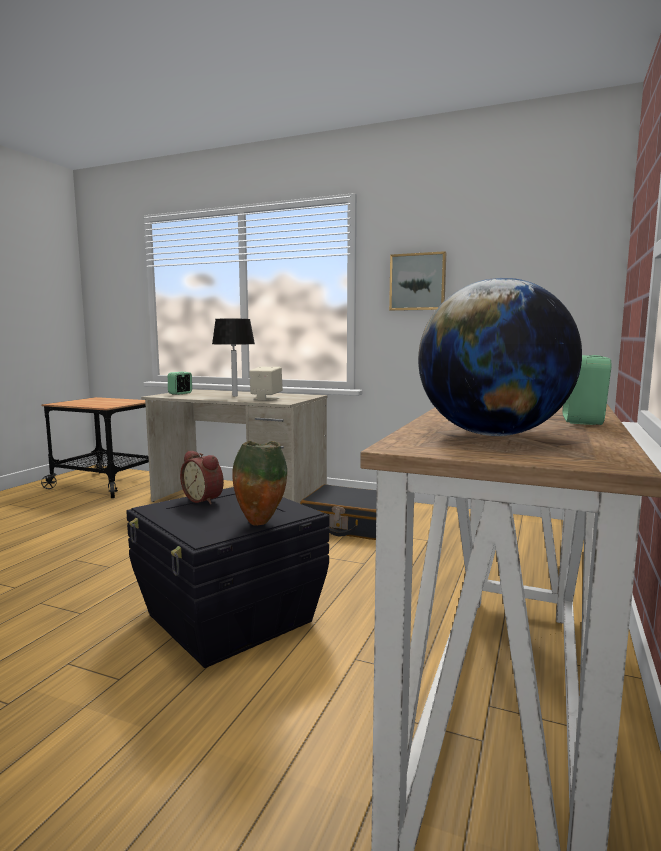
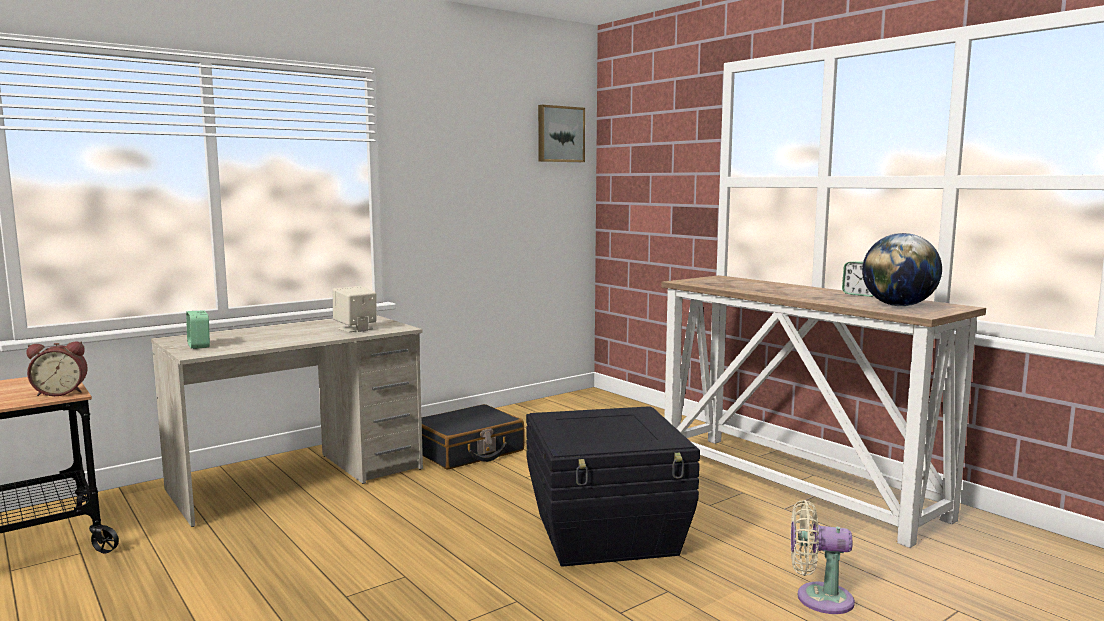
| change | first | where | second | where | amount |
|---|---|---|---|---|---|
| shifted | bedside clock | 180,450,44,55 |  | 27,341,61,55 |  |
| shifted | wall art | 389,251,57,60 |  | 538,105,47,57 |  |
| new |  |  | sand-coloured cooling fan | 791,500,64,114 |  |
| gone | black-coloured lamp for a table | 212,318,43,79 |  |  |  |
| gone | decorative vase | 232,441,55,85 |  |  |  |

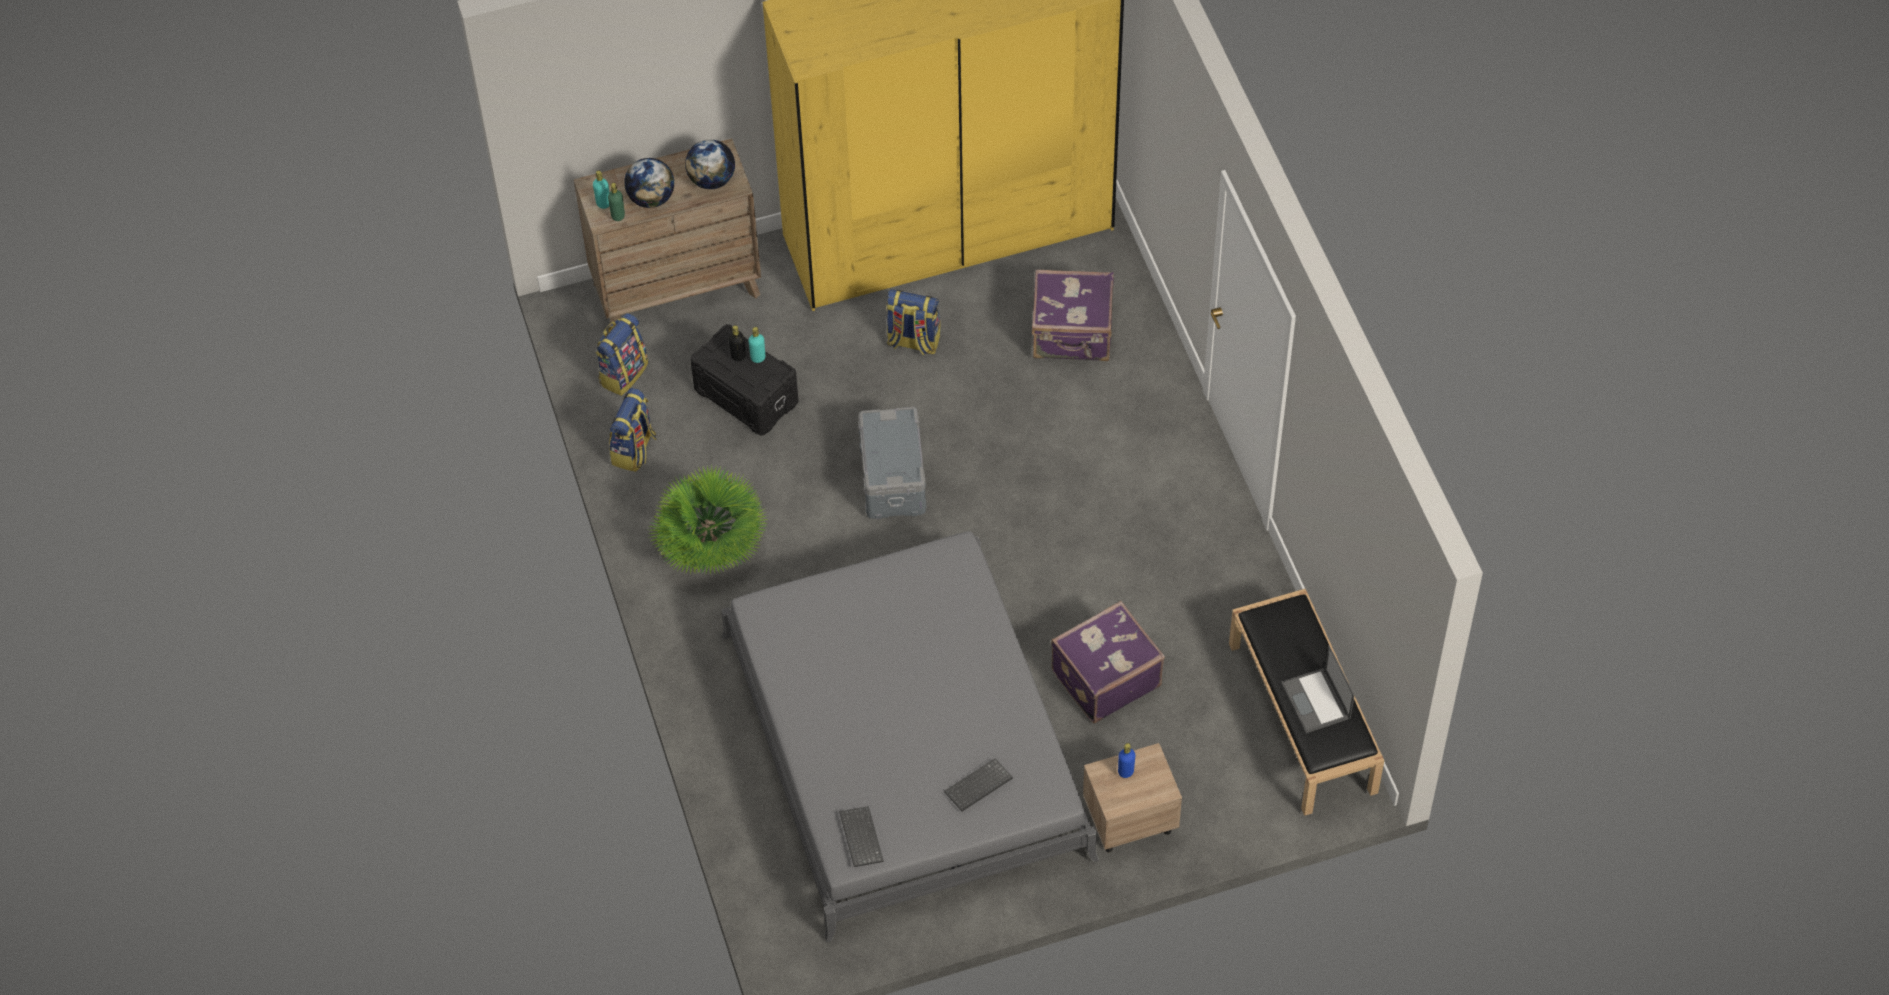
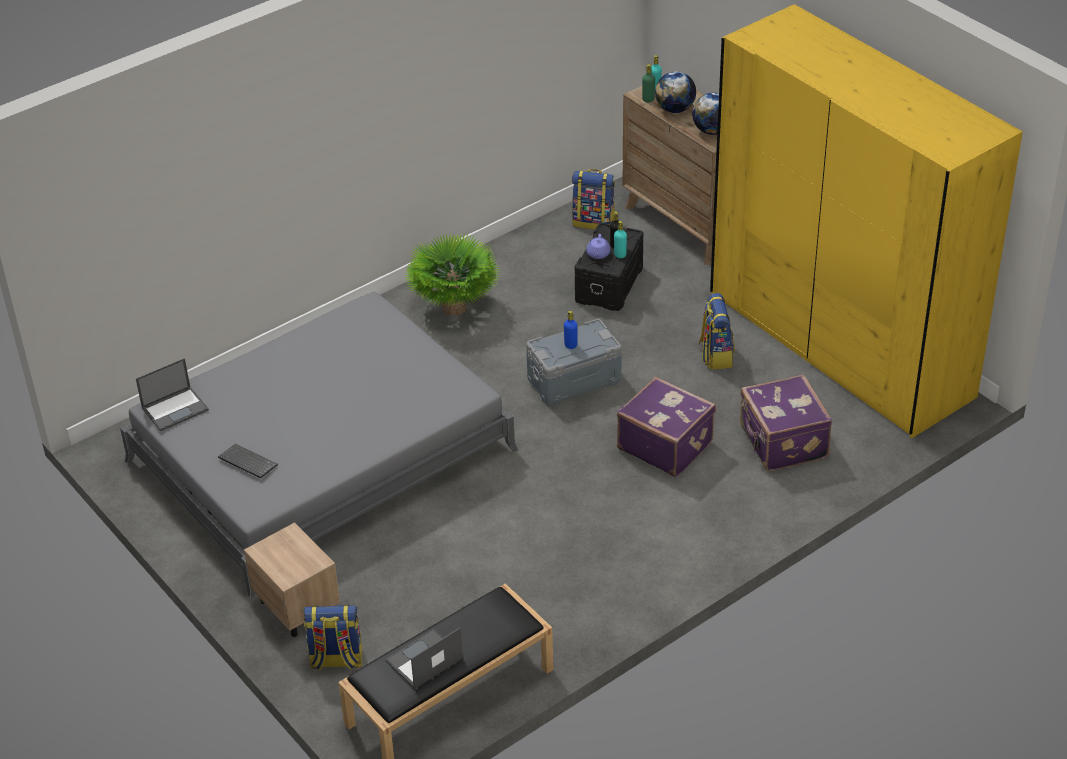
| change | first | where | second | where | amount |
|---|---|---|---|---|---|
| swapped | keyboard | 839,806,45,61 | notebook computer | 136,358,73,73 |  |
| shifted | rucksack | 609,388,48,84 |  | 304,605,58,66 |  |
| shifted | blue bottle | 1118,743,17,35 |  | 564,311,14,38 |  |
| new |  |  | purplish pot for tea | 587,234,23,25 |  |
| shifted | purplish travel case | 1051,601,114,122 |  | 617,376,99,101 |  |

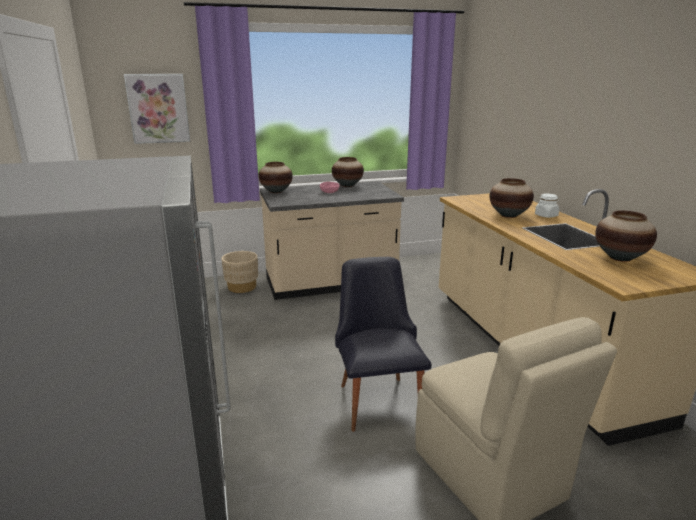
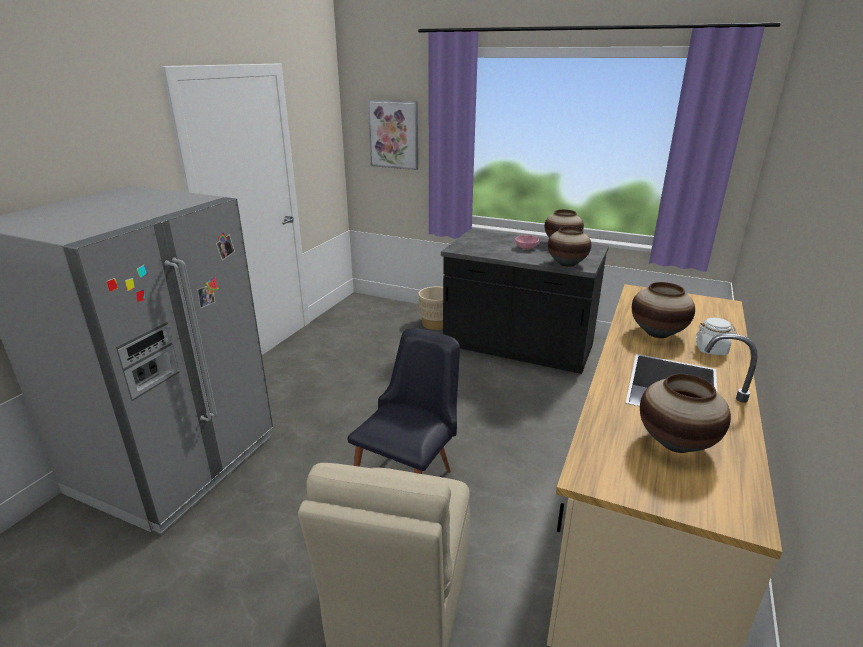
| change | first | where | second | where | amount |
|---|---|---|---|---|---|
| repainted | sand-coloured kitchen counter | 260,182,144,118 | black-coloured kitchen counter | 441,229,168,145 |  |
| shifted | decorative vase | 258,162,35,31 |  | 548,226,43,41 |  |

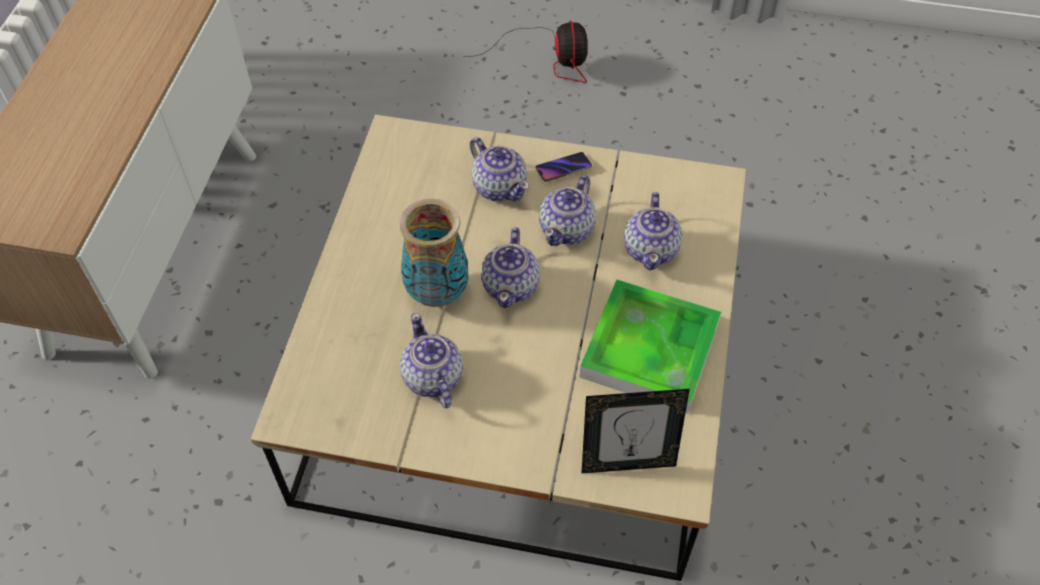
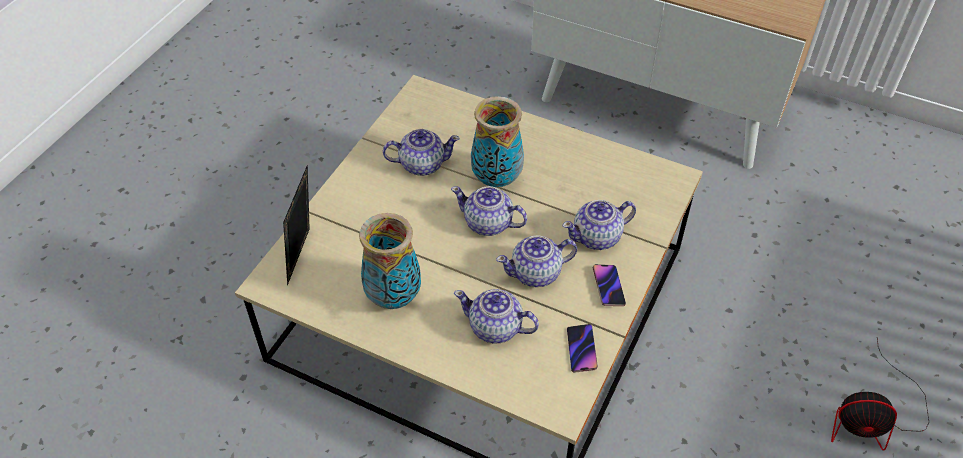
| change | first | where | second | where | amount |
|---|---|---|---|---|---|
| swapped | tray | 580,279,142,134 | decorative vase | 359,213,62,96 |  |
| rotated | pot for tea | 539,175,57,71 |  | 496,235,81,52 | 60 degrees counterclockwise |
| new |  |  | phone | 567,324,31,49 |  |

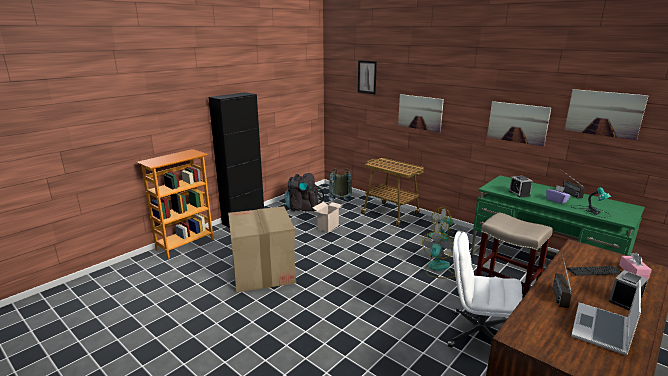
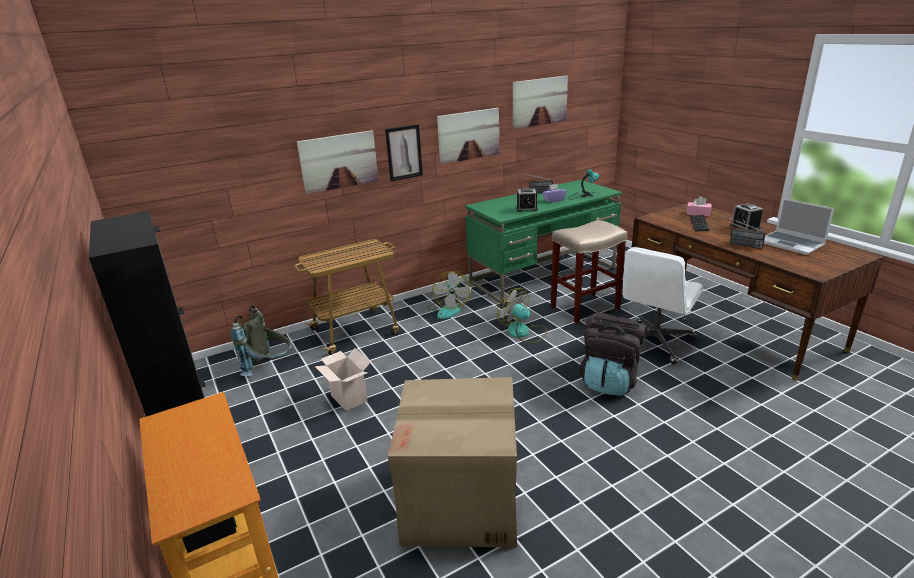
| change | first | where | second | where | amount |
|---|---|---|---|---|---|
| shifted | wall art | 358,60,19,34 |  | 385,124,38,57 |  |
| shifted | black-coloured rucksack | 284,173,40,39 |  | 579,313,68,83 |  |

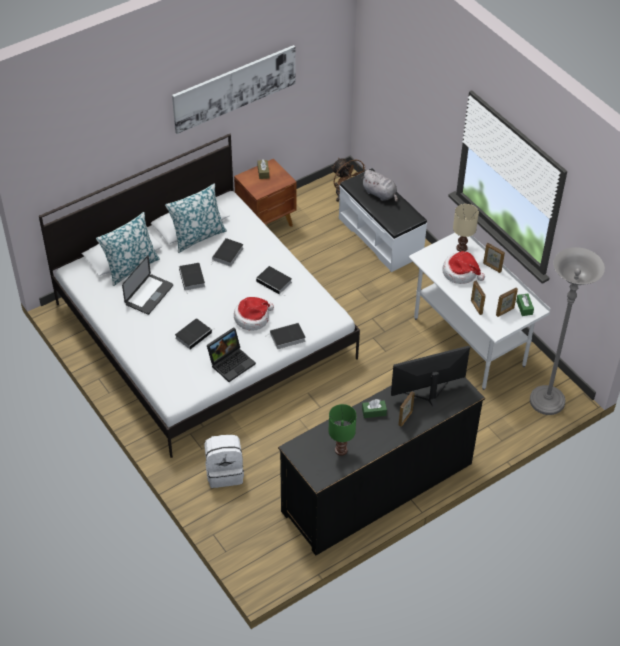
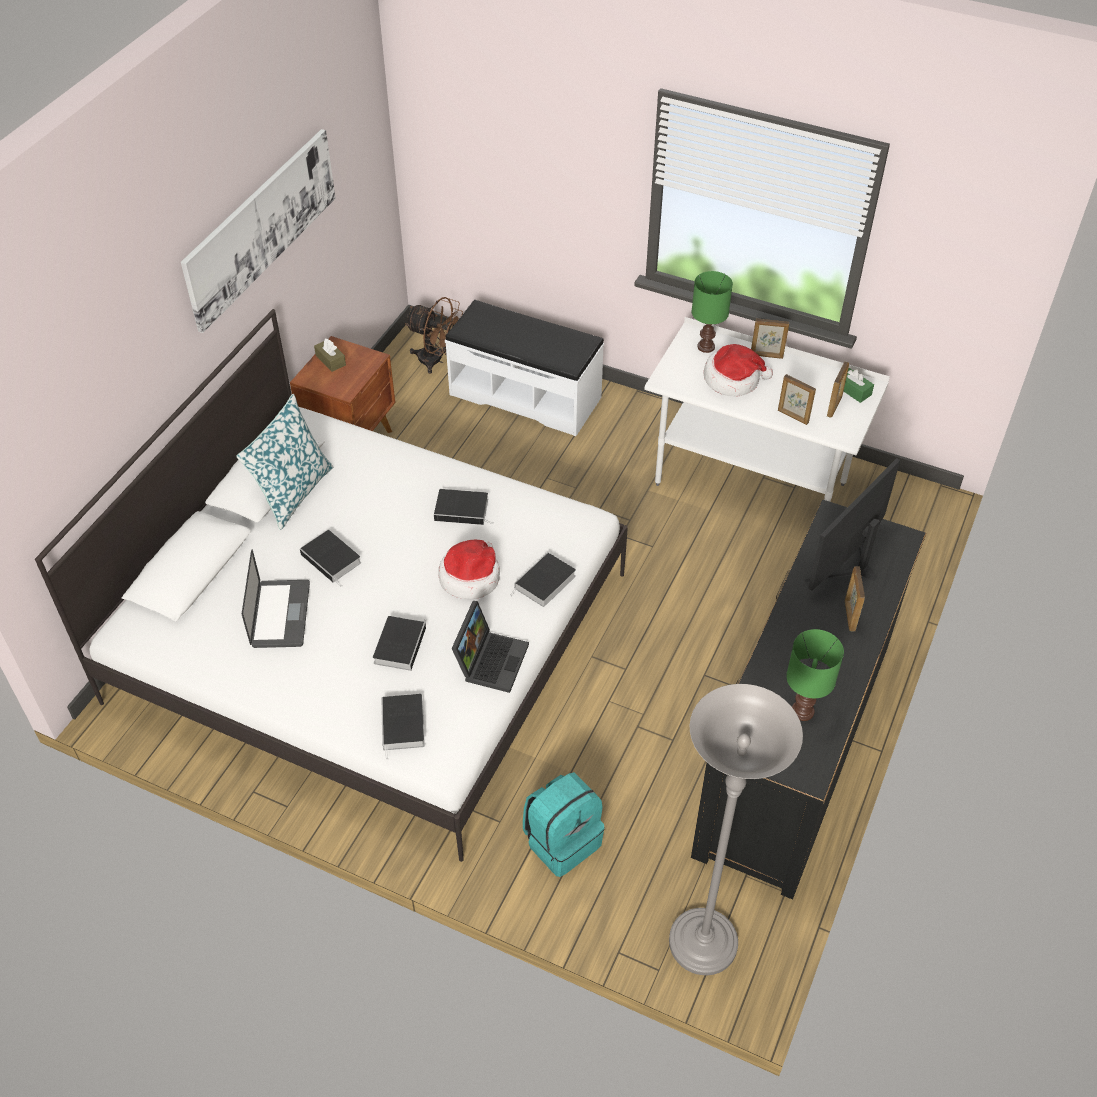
| change | first | where | second | where | amount |
|---|---|---|---|---|---|
| shifted | book | 211,238,33,29 |  | 381,694,44,66 |  |
| repainted | white rucksack | 204,435,40,53 | turquoise rucksack | 523,772,81,105 |  |
| shifted | greyish standard lamp | 530,247,75,168 |  | 669,684,134,291 |  |
| repainted | sand-coloured lamp for a table | 453,204,26,48 | greenish lamp for a table | 692,271,41,82 |  |
| gone | pillow | 96,212,64,74 |  |  |  |
| gone | greyish cuddly toy | 361,170,37,32 |  |  |  |
| gone | greenish box of tissues | 362,399,25,19 |  |  |  |

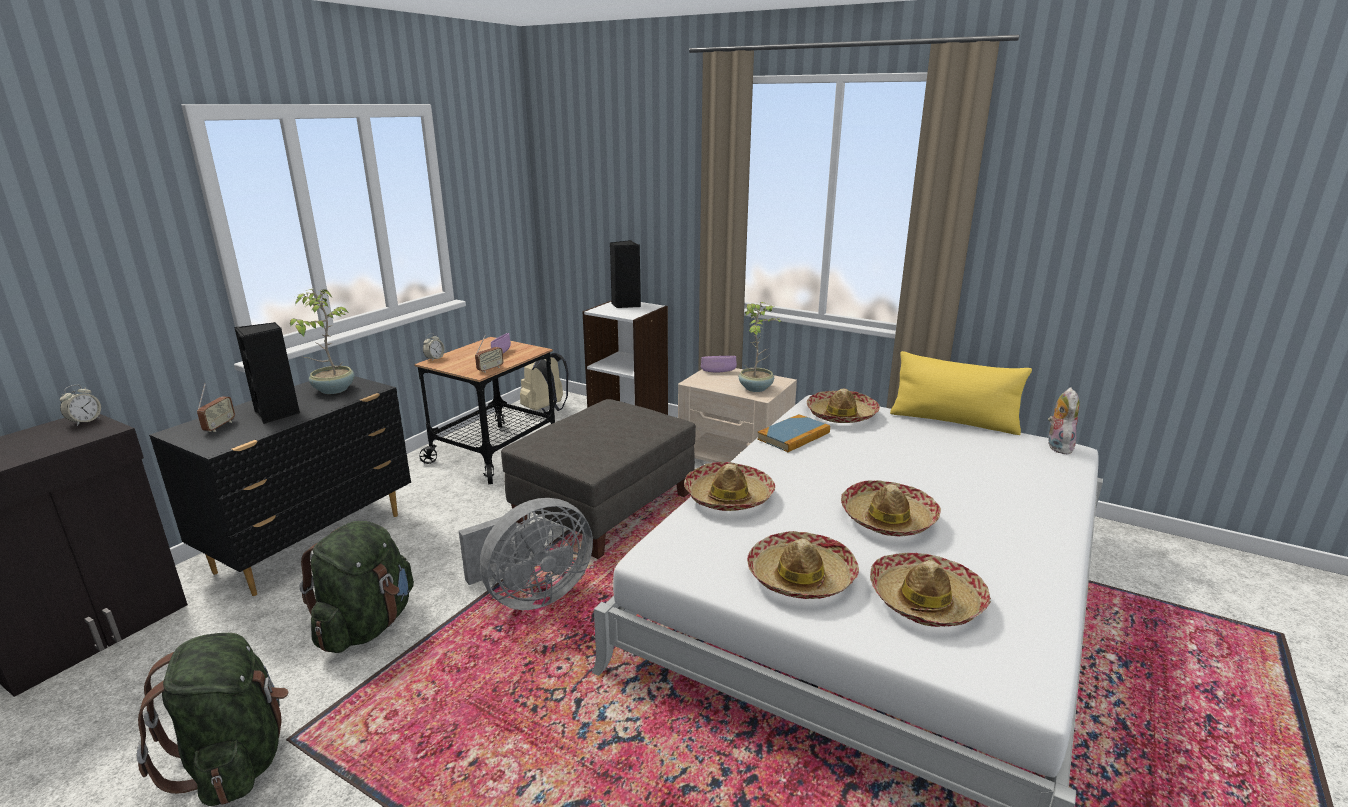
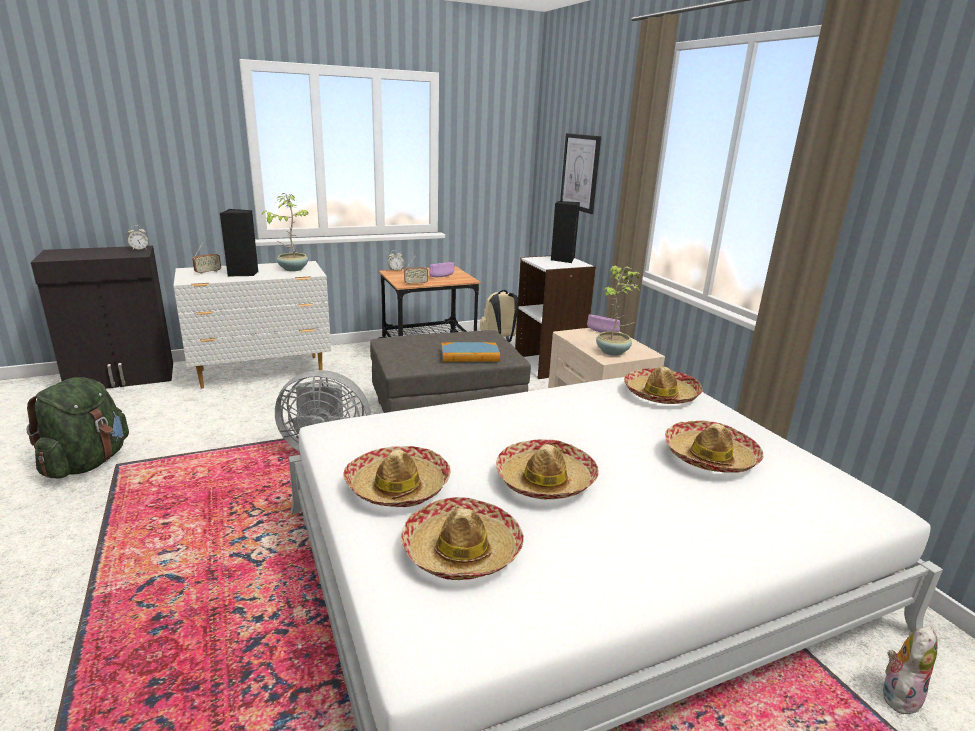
| change | first | where | second | where | amount |
|---|---|---|---|---|---|
| repainted | black-coloured drawer chest | 149,376,262,220 | white drawer chest | 174,261,157,128 |  |
| shifted | book | 757,414,73,38 |  | 441,342,59,20 |  |
| new |  |  | wall art | 560,133,41,81 |  |
| shifted | clothing hat | 684,462,91,49 |  | 665,420,99,53 |  |
| shifted | cuddly toy | 1048,387,31,67 |  | 883,626,55,91 |  |
| gone | greenish rucksack | 300,521,114,132 |  |  |  |
| gone | yellowish pillow | 890,351,142,84 |  |  |  |

